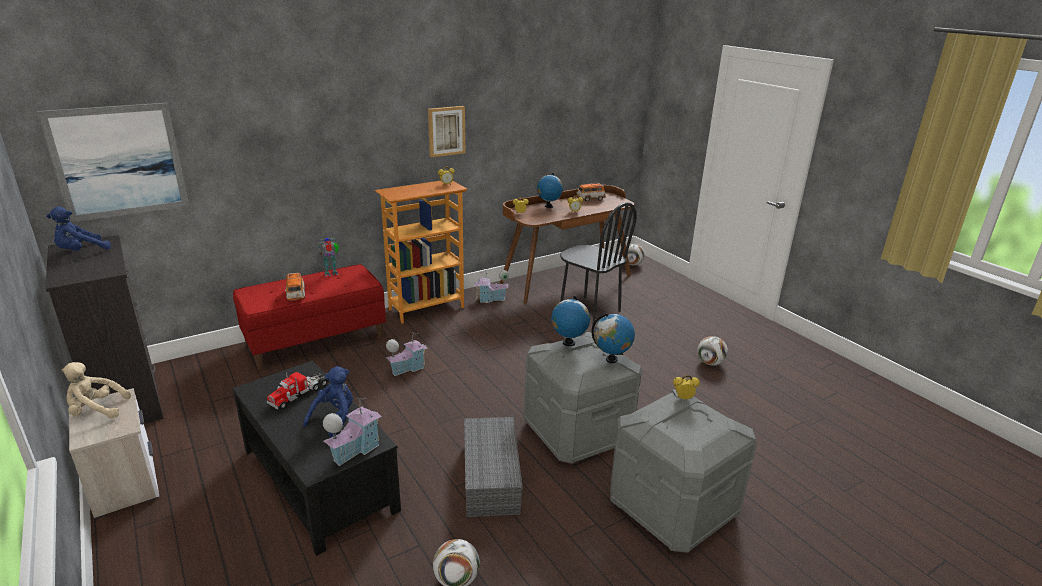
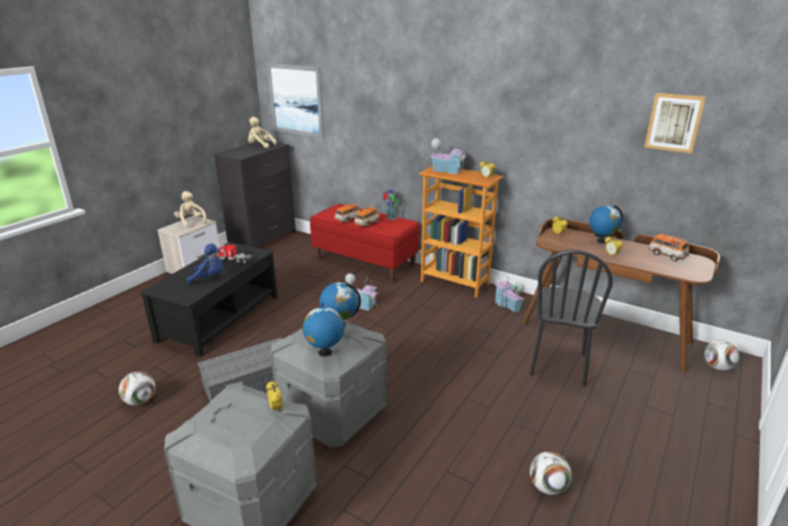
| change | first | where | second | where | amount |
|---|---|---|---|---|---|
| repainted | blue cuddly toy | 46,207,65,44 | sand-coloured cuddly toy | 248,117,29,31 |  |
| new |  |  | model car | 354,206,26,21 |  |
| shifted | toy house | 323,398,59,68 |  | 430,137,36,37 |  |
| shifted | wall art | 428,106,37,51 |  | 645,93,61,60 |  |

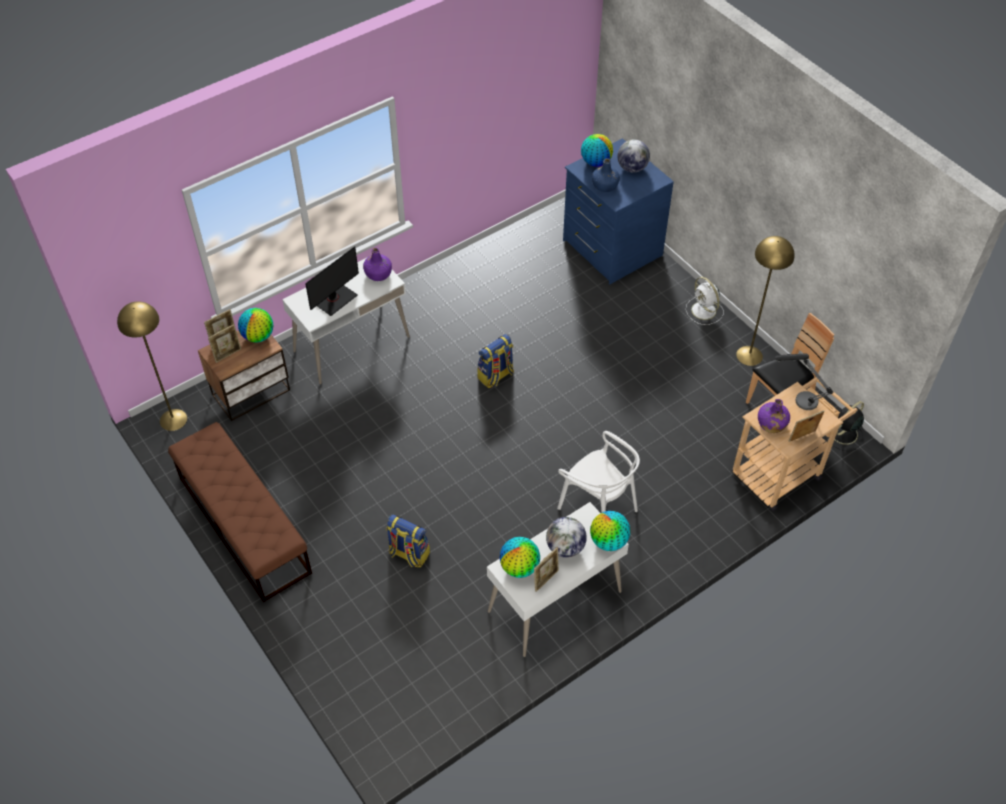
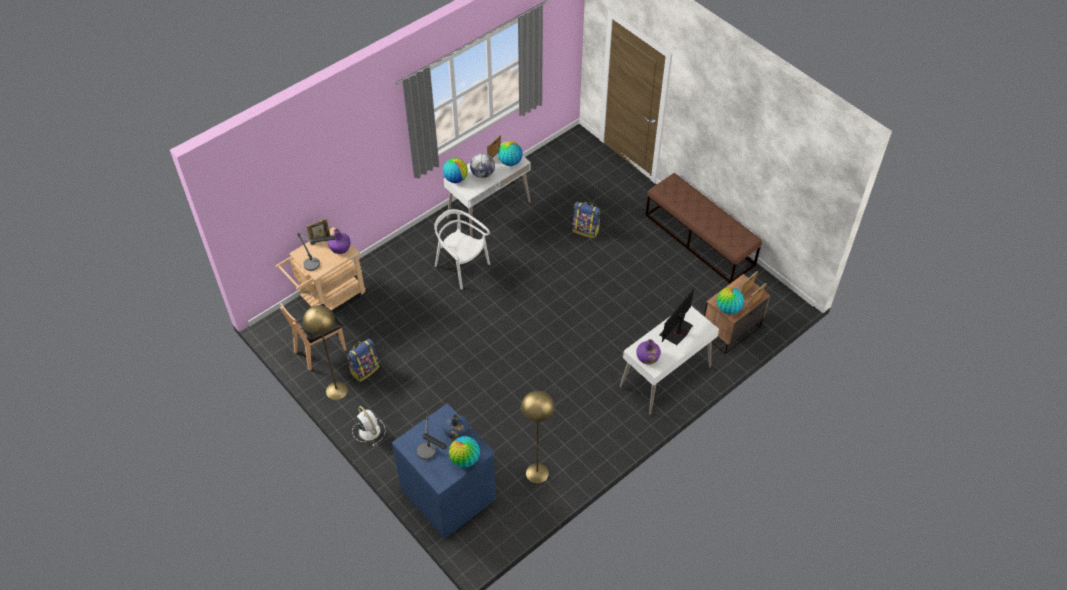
| change | first | where | second | where | amount |
|---|---|---|---|---|---|
| shifted | rucksack | 477,334,37,54 |  | 347,339,33,43 |  |
| swapped | desk globe | 617,139,33,34 | lamp for a table | 417,415,30,45 |  |
| shifted | yellowish standard lamp | 117,301,70,130 |  | 521,391,34,93 |  |
| gone | black-coloured cooling fan | 824,401,40,50 |  |  |  |

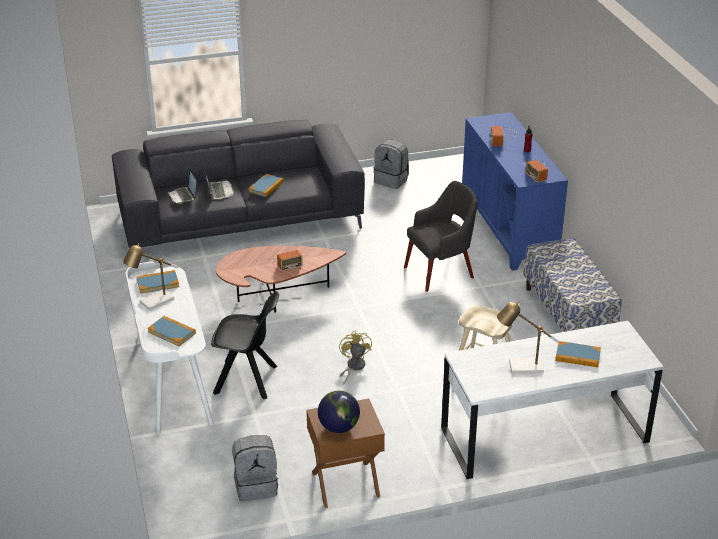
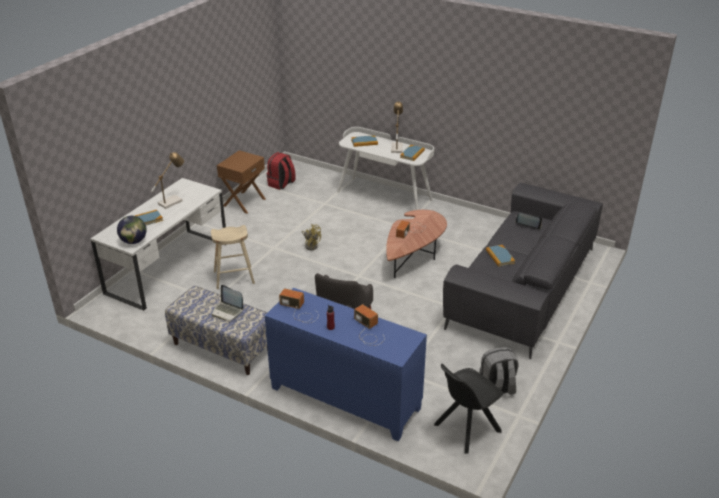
| change | first | where | second | where | amount |
|---|---|---|---|---|---|
| shifted | desk globe | 318,391,42,42 |  | 117,216,30,28 |  |
| shifted | notebook computer | 205,172,30,28 |  | 211,285,32,35 |  |
| repainted | greyish rucksack | 232,435,46,67 | reddish rucksack | 266,152,30,38 |  |
| shifted | black-coloured plain chair | 211,291,68,108 |  | 434,364,69,90 |  |

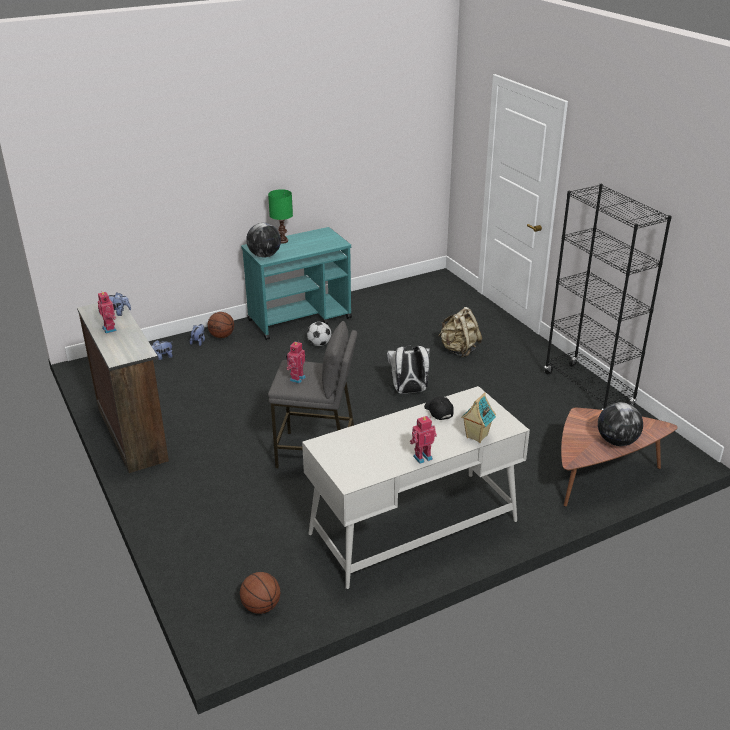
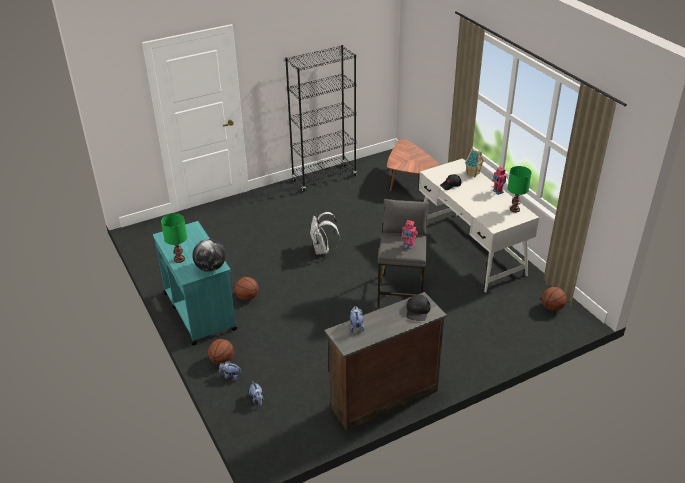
| change | first | where | second | where | amount |
|---|---|---|---|---|---|
| swapped | ball for football | 307,322,24,24 | ball for basketball | 235,277,23,23 |  |
| new |  |  | black-coloured baseball cap | 406,294,25,27 |  |
| new |  |  | greenish lamp for a table | 508,166,24,47 |  |
| gone | toy robot | 98,291,19,43 |  |  |  |
| gone | sand-coloured rucksack | 438,307,44,50 |  |  |  |
| gone | desk globe | 598,402,45,44 |  |  |  |

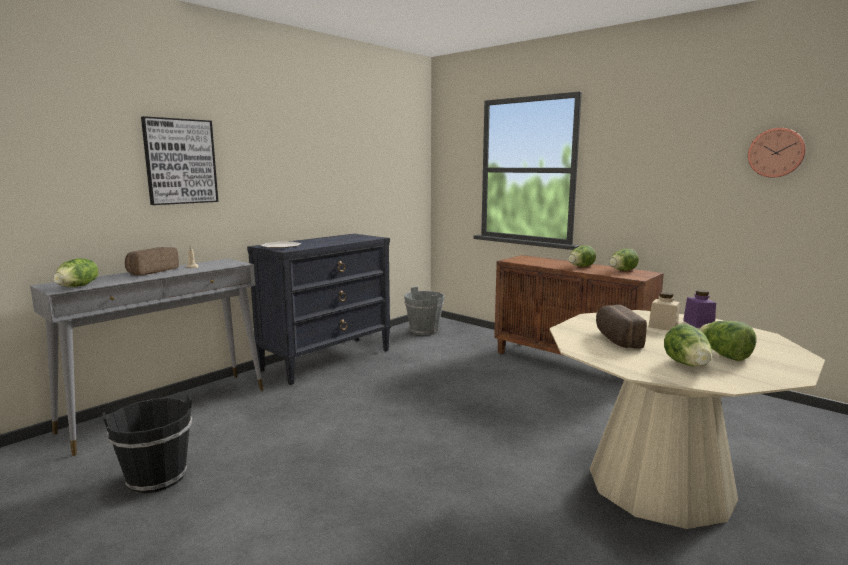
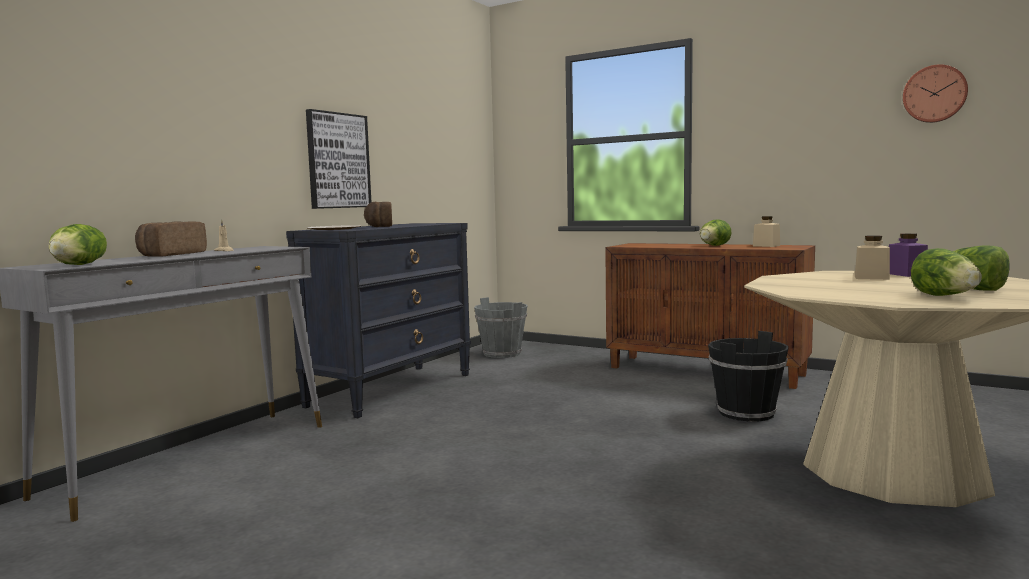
| change | first | where | second | where | amount |
|---|---|---|---|---|---|
| shifted | wall art | 141,116,77,89 |  | 306,109,65,100 |  |
| shifted | bread | 596,305,51,44 |  | 364,202,28,25 |  |
| shifted | black-coloured water bucket | 102,394,90,99 |  | 708,331,81,91 |  |
| swapped | lettuce head | 609,249,29,22 | sand-coloured storage jar | 753,216,27,31 |  |

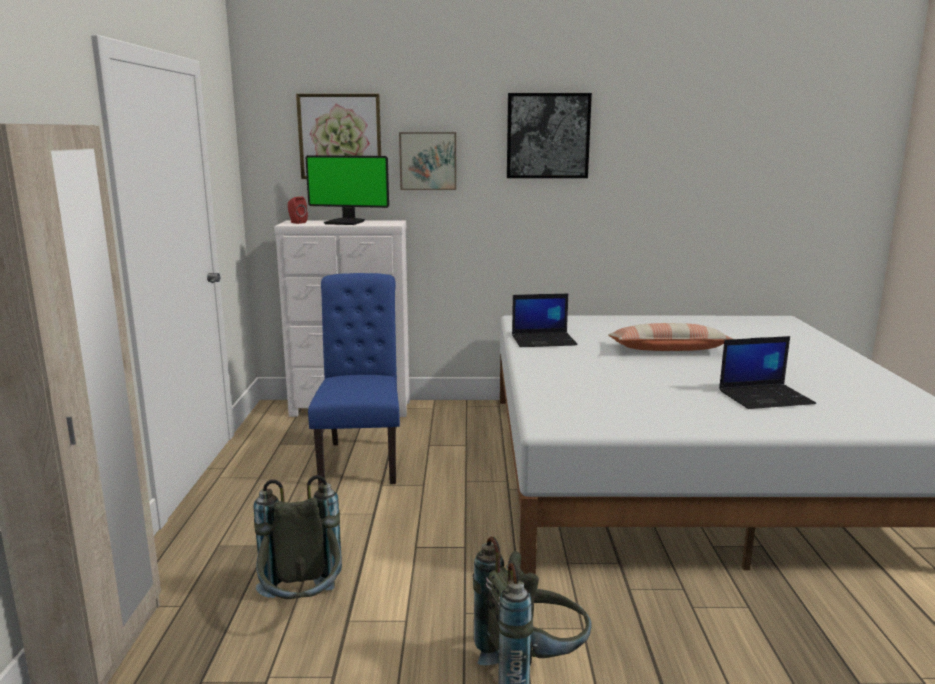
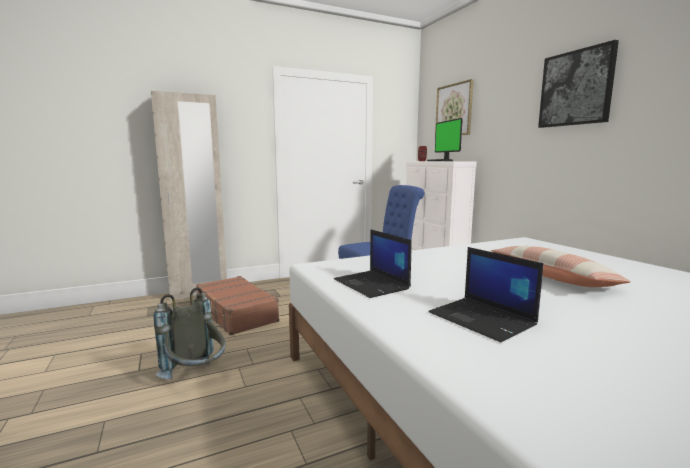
| change | first | where | second | where | amount |
|---|---|---|---|---|---|
| swapped | greyish rucksack | 254,475,88,124 | brown travel case | 197,276,82,60 |  |
| shifted | notebook computer | 512,294,66,53 |  | 334,230,78,68 |  |
| gone | wall art | 399,132,57,58 |  |  |  |

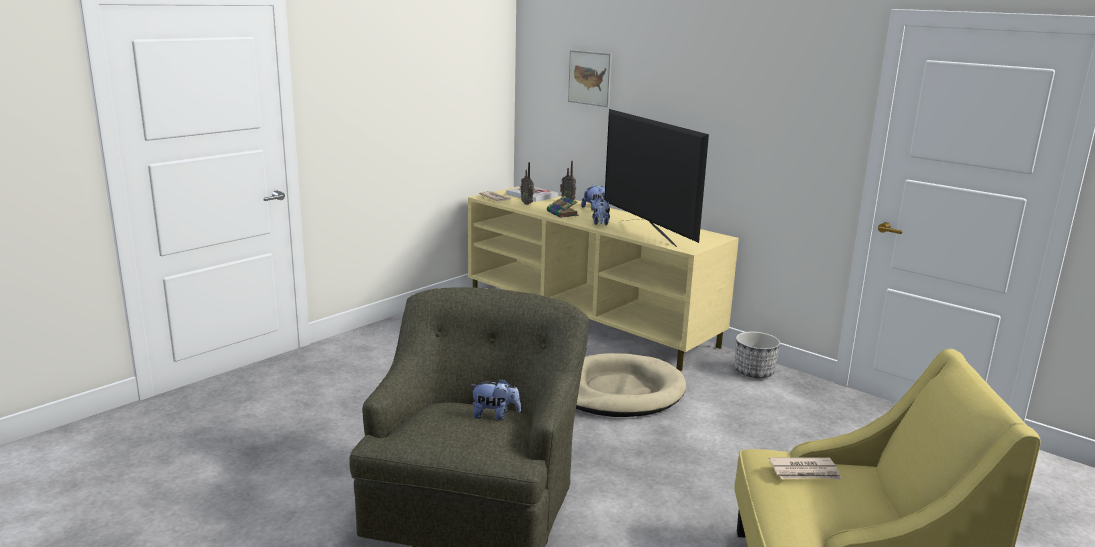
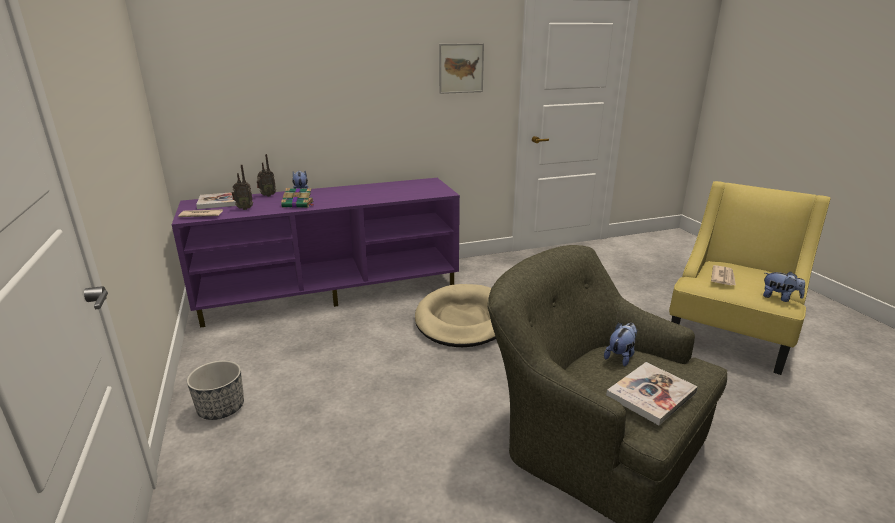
| change | first | where | second | where | amount |
|---|---|---|---|---|---|
| repainted | sand-coloured tv stand | 468,186,271,185 | purplish tv stand | 172,178,288,150 |  |
| shifted | flower pot | 735,331,45,47 |  | 187,360,57,60 |  |
| shifted | wall art | 568,50,44,57 |  | 439,43,45,51 |  |
| new |  |  | book | 606,362,92,63 |  |
| shifted | cuddly toy | 592,199,18,26 |  | 763,272,42,30 |  |
| gone | TV set | 604,109,105,138 |  |  |  |

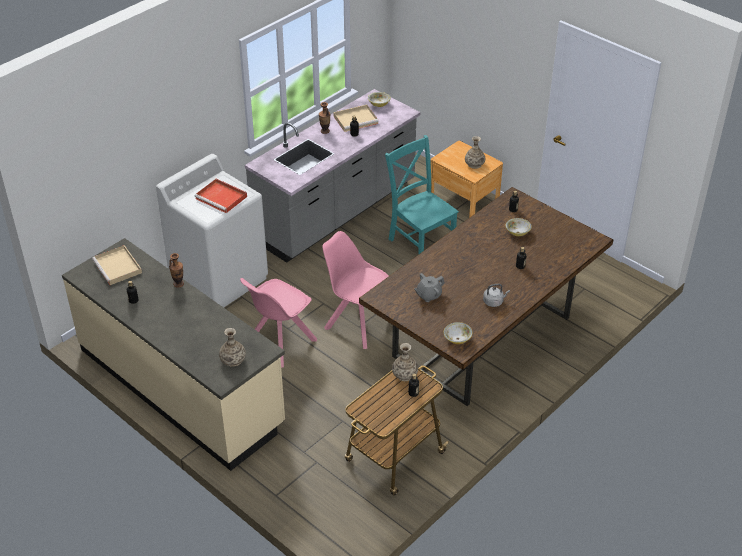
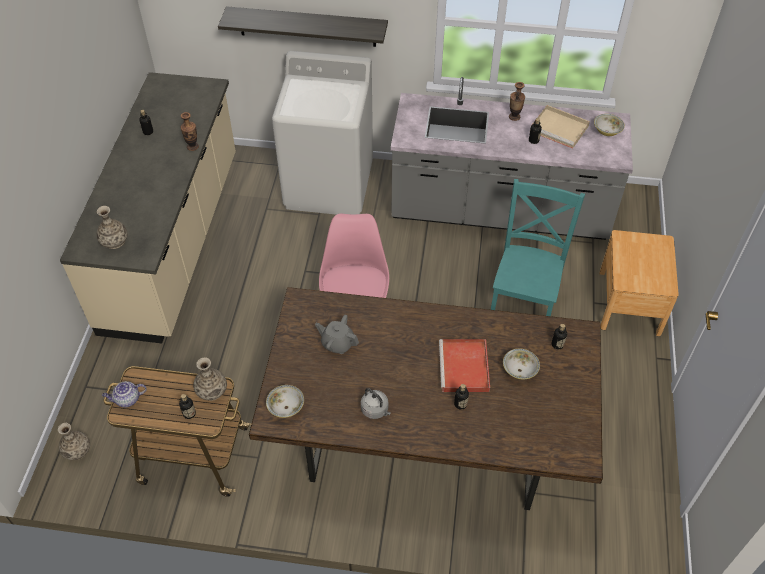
| change | first | where | second | where | amount |
|---|---|---|---|---|---|
| shifted | decorative vase | 465,136,20,33 |  | 58,423,32,37 |  |
| new |  |  | pot for tea | 102,381,45,27 |  |
| new |  |  | bracket shelf | 218,6,170,41 |  |
| shifted | reddish tray | 194,179,53,34 |  | 439,339,51,53 |  |
| gone | sand-coloured tray | 92,245,50,40 |  |  |  |
| gone | pink-coloured plain chair | 240,278,77,90 |  |  |  |

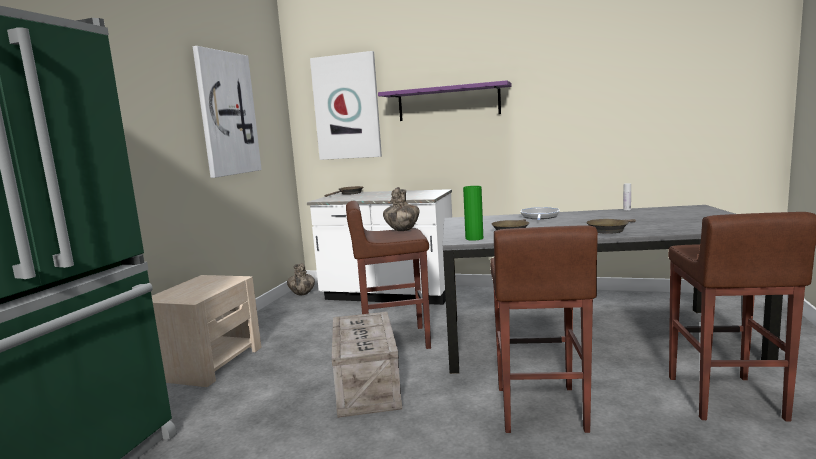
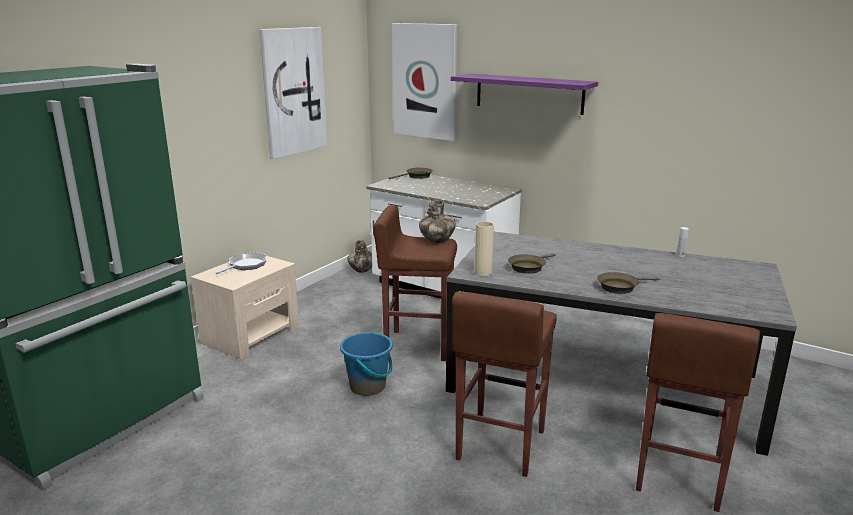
| change | first | where | second | where | amount |
|---|---|---|---|---|---|
| shifted | skillet | 521,207,38,13 |  | 216,252,51,22 |  |
| swapped | shipping crate | 332,311,70,107 | blue water bucket | 340,332,53,64 |  |
| repainted | greenish decorative vase | 463,186,20,55 | sand-coloured decorative vase | 475,221,19,55 |  |

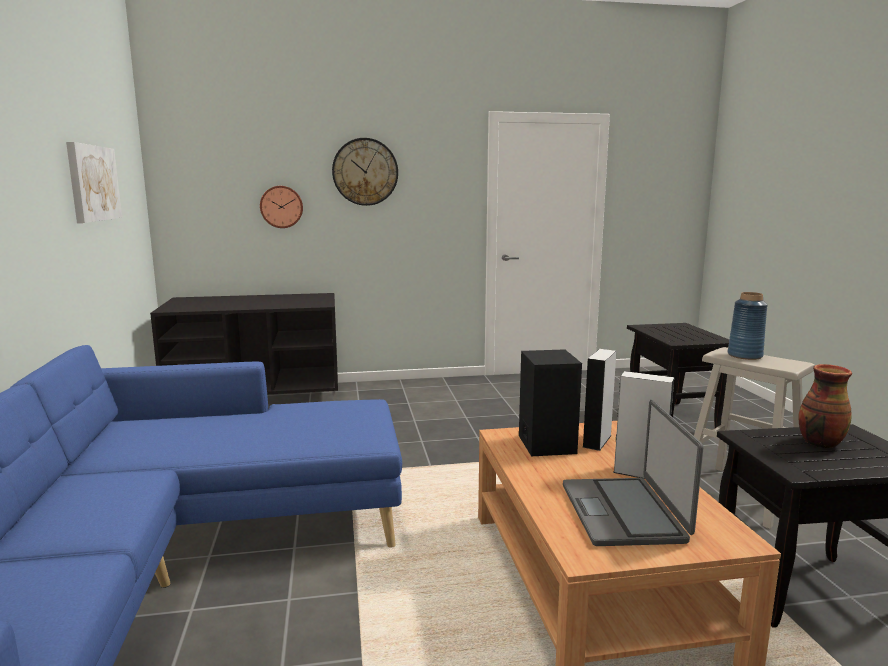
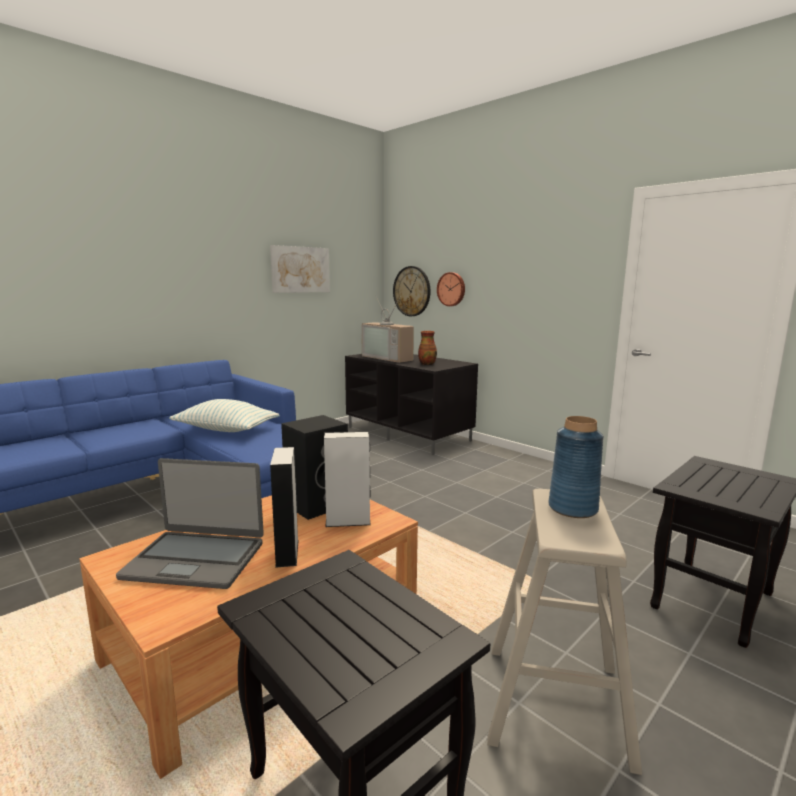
| change | first | where | second | where | amount |
|---|---|---|---|---|---|
| rotated | notebook computer | 563,400,141,146 |  | 116,458,148,131 | 135 degrees counterclockwise |
| new |  |  | pillow | 169,399,111,33 |  |
| new |  |  | TV set | 361,295,53,68 |  |
| shifted | hanging clock | 332,138,66,68 |  | 393,266,38,50 |  |
| shifted | decorative vase | 798,364,54,84 |  | 418,331,19,34 |  |

